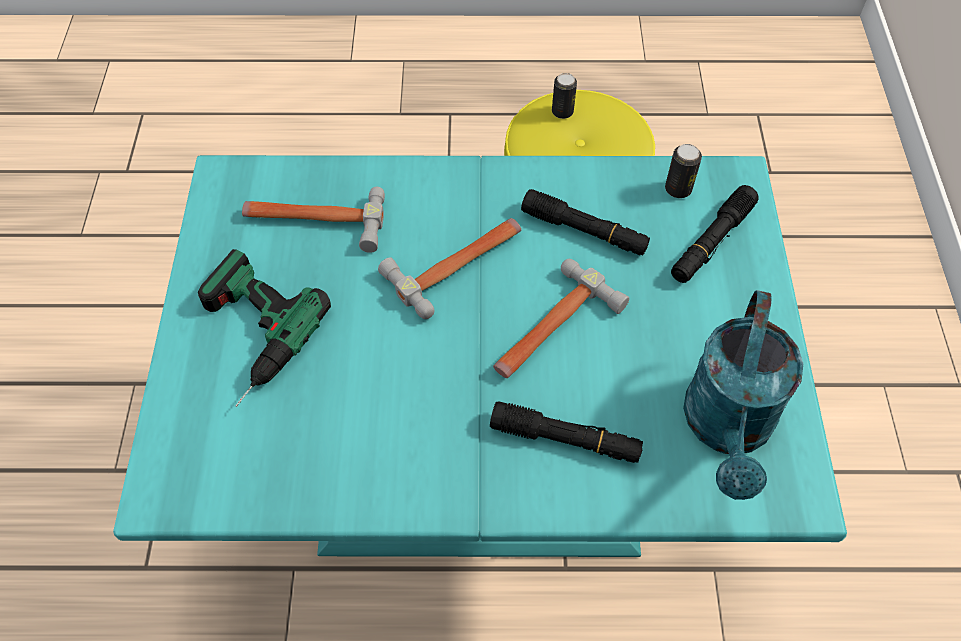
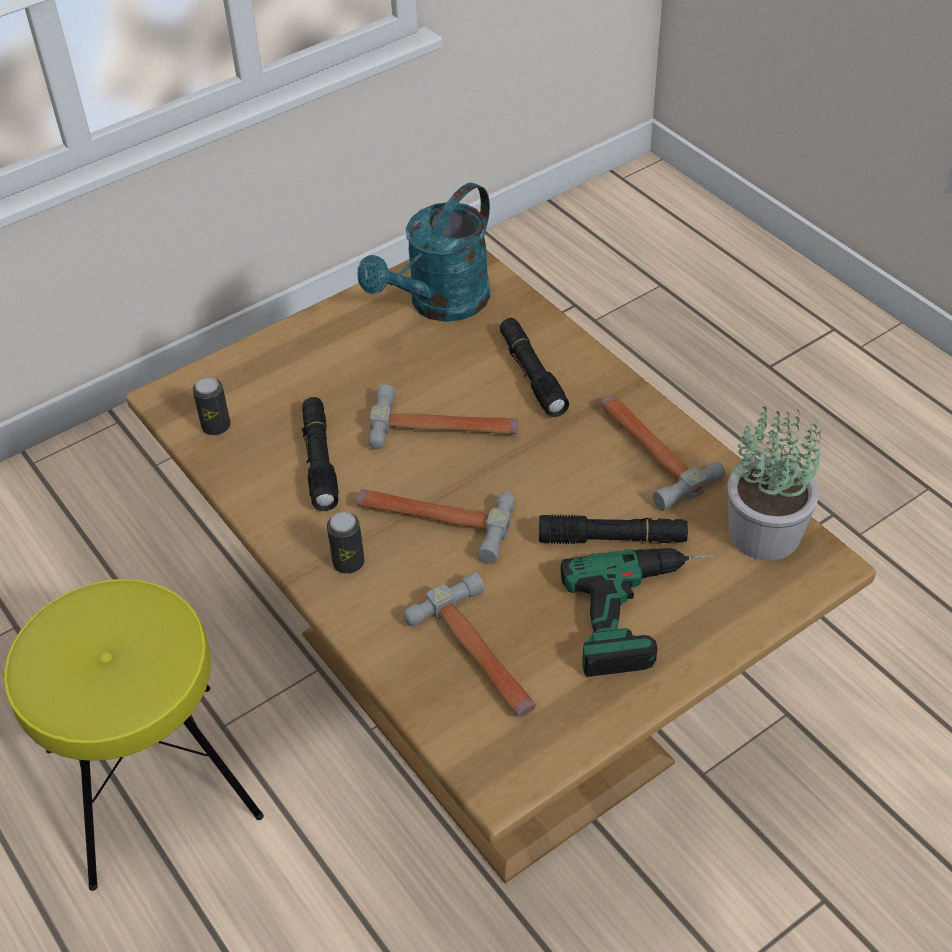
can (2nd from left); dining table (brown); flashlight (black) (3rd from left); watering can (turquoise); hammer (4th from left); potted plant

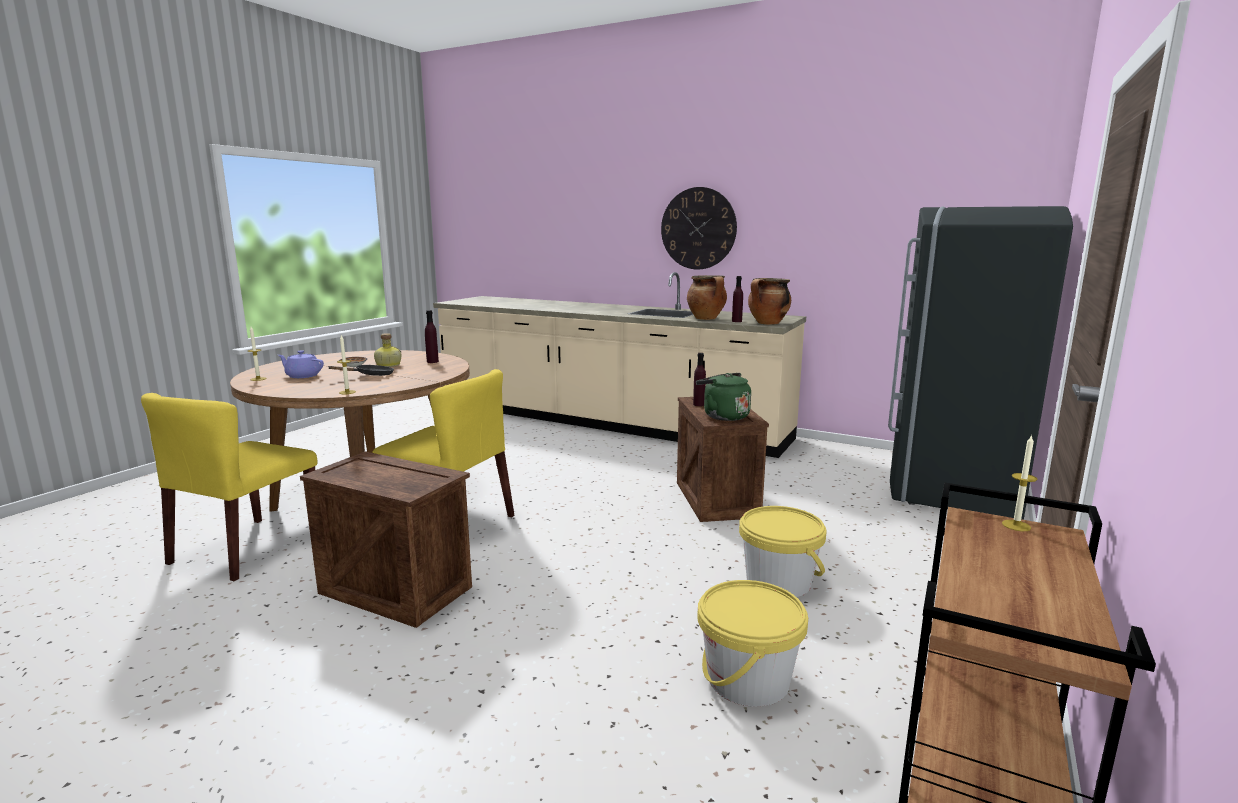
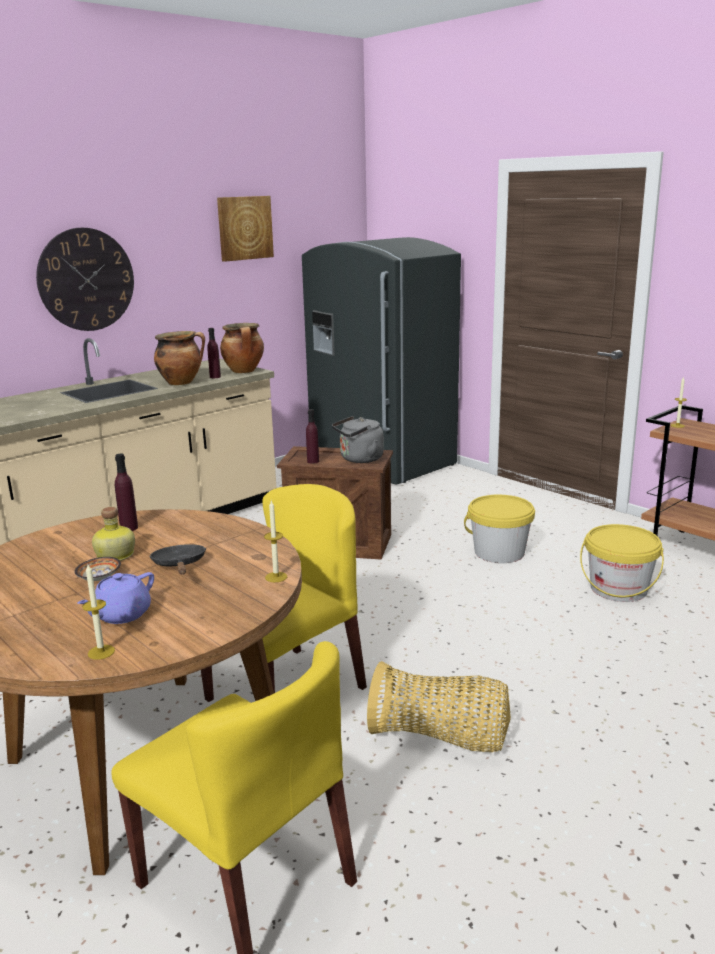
kettle (grey); basket; picture

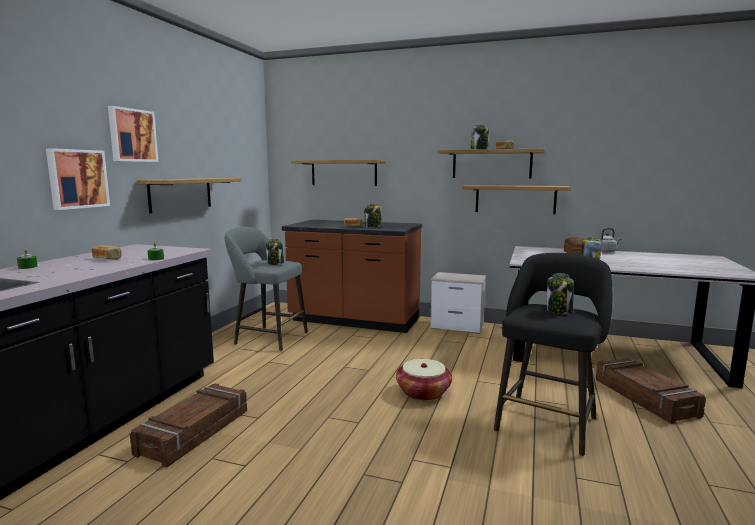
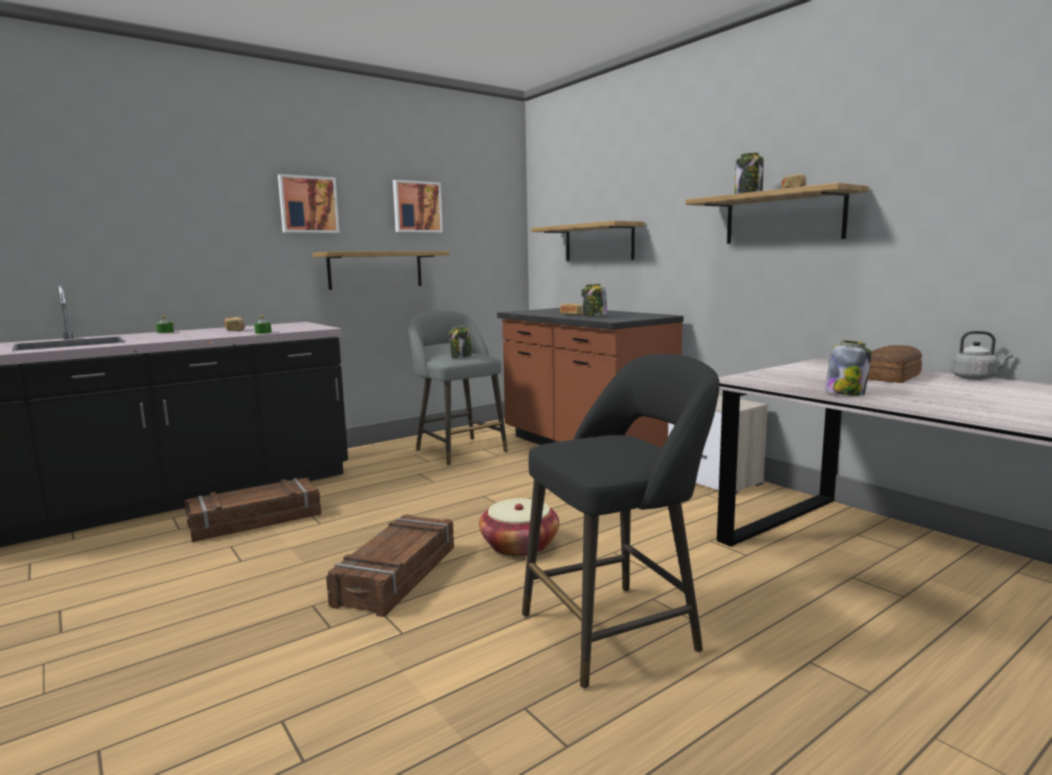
picture (2nd from left); shelf (4th from left in the first image); jar (4th from left in the first image); crate (2nd from left)

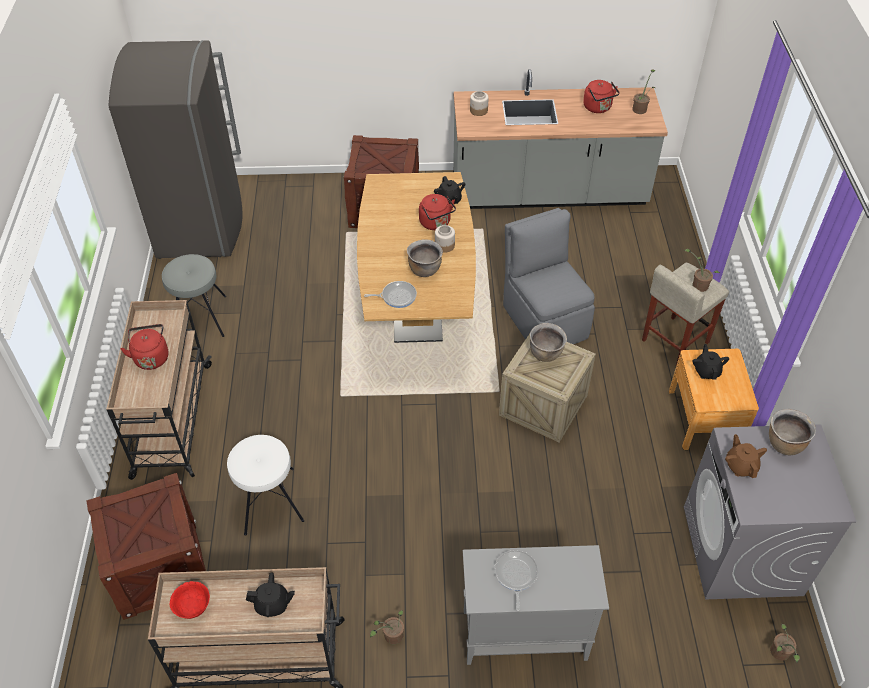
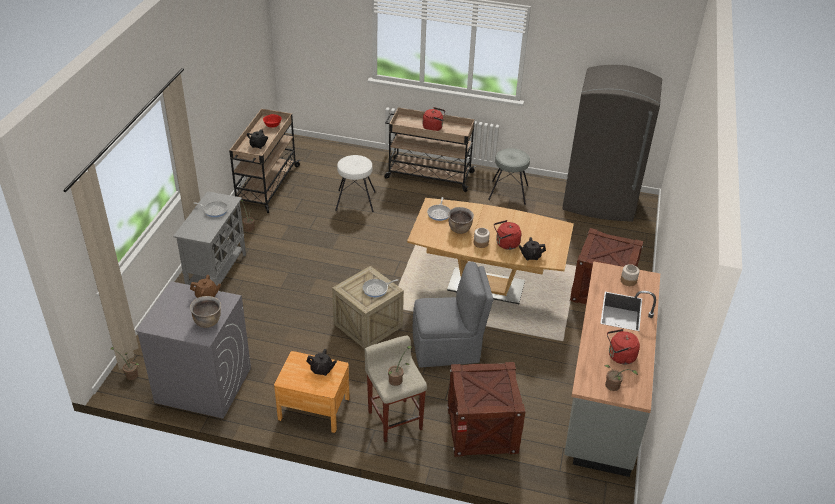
frying pan (2nd from left); crate (2nd from left)

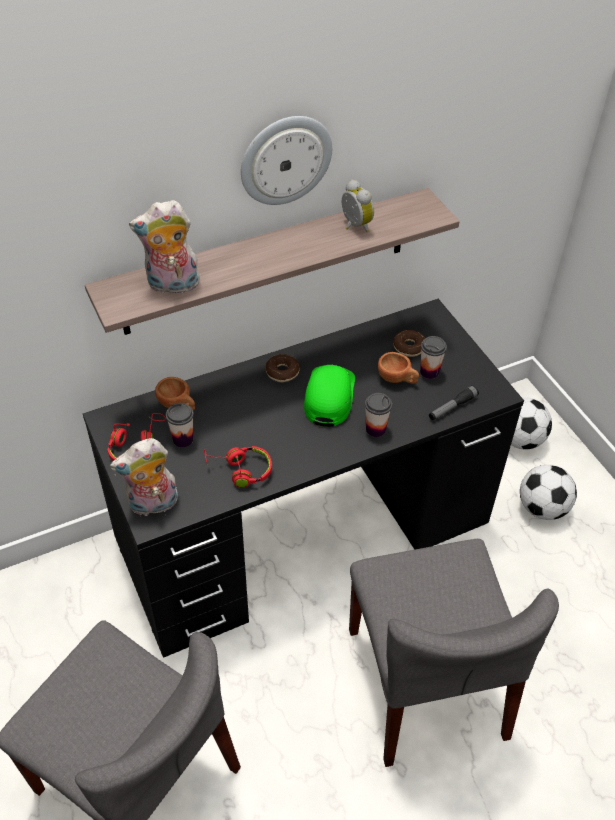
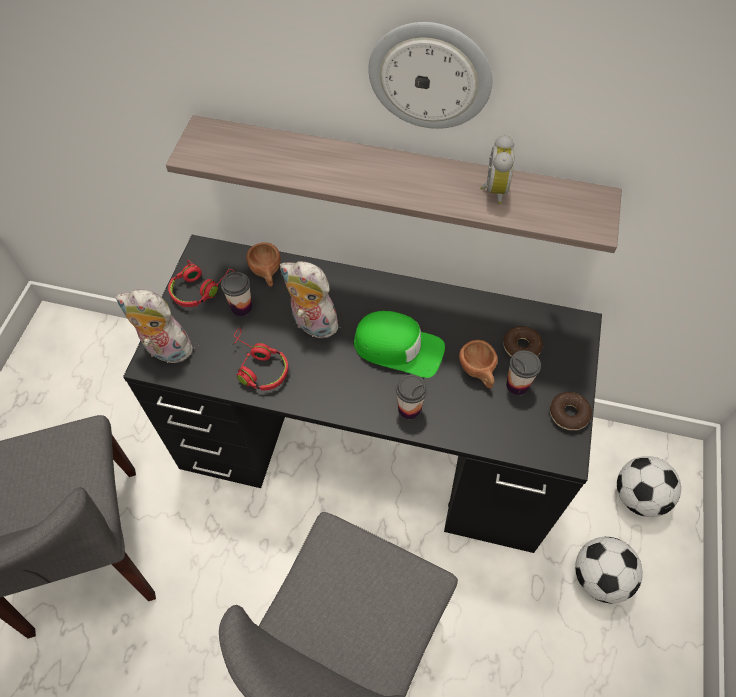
plush toy (2nd from left); donut (2nd from left); cap (green); flashlight

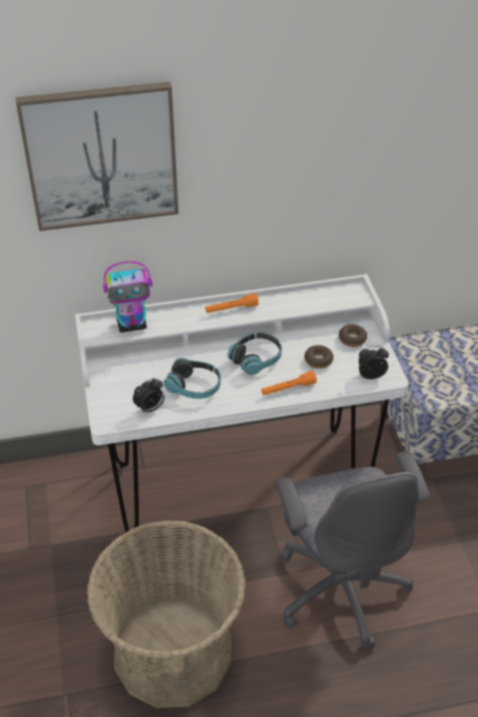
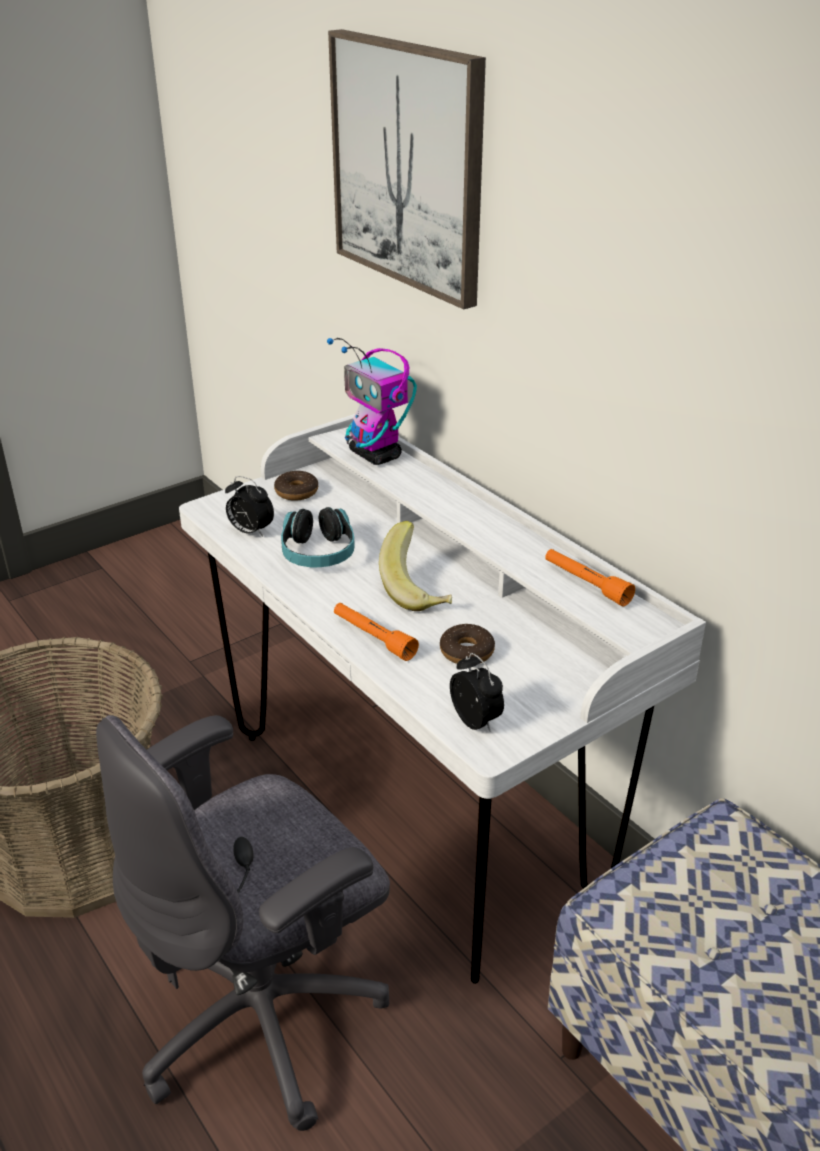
flashlight (orange) (2nd from left); donut (1st from left); banana

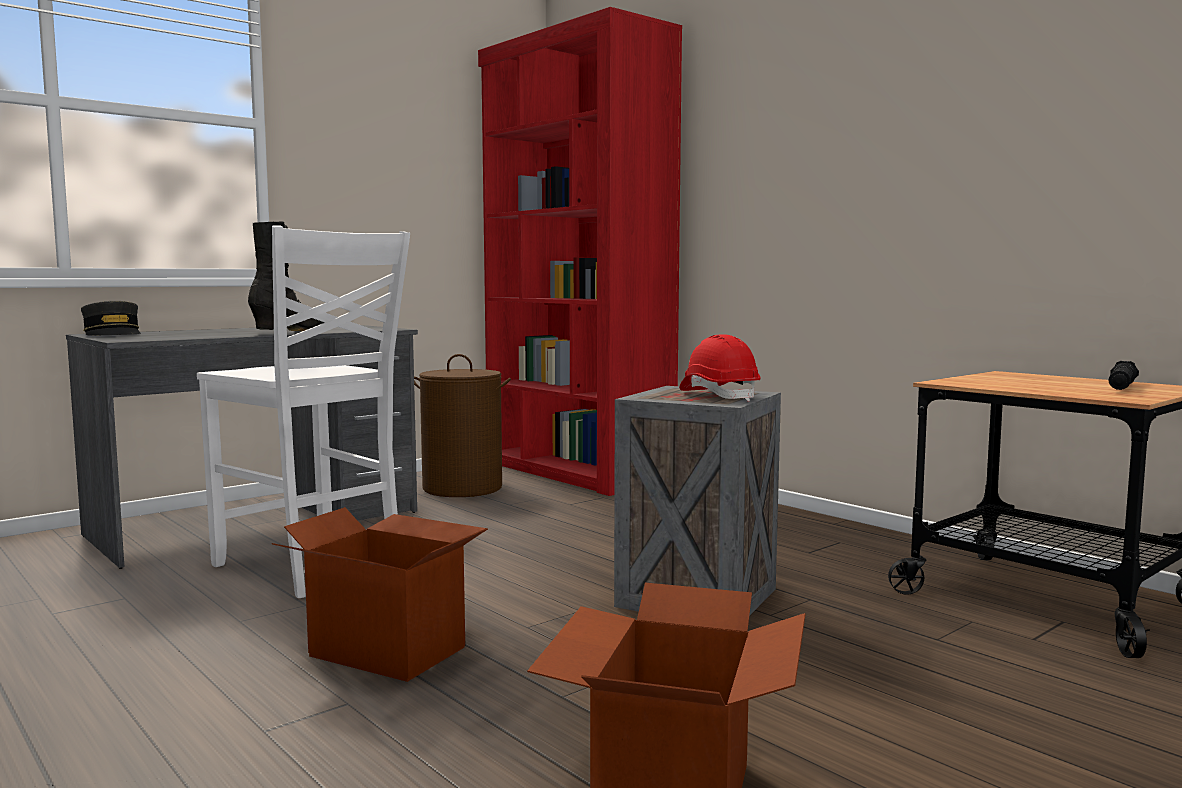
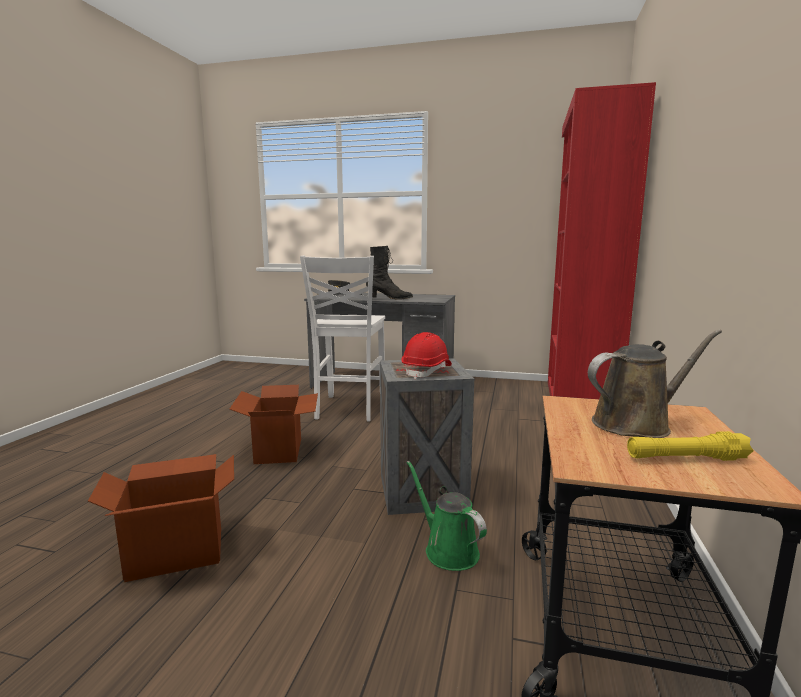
laundry basket (brown); flashlight (yellow); watering can (brown); watering can (green)

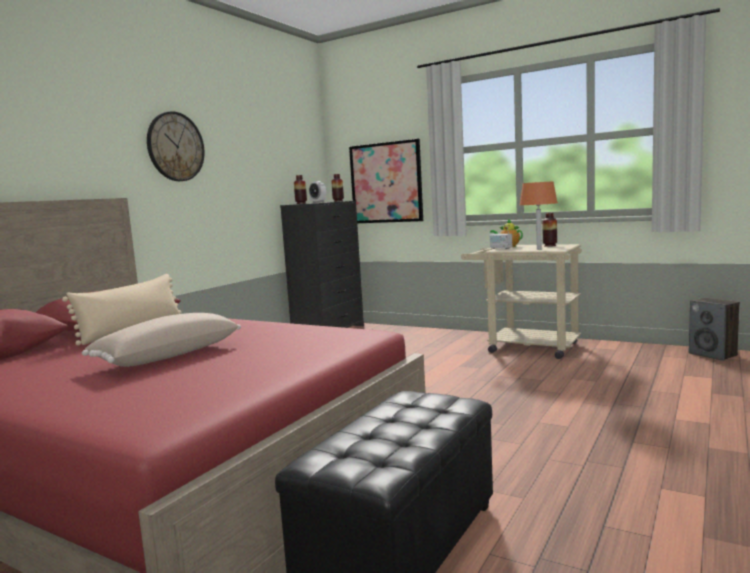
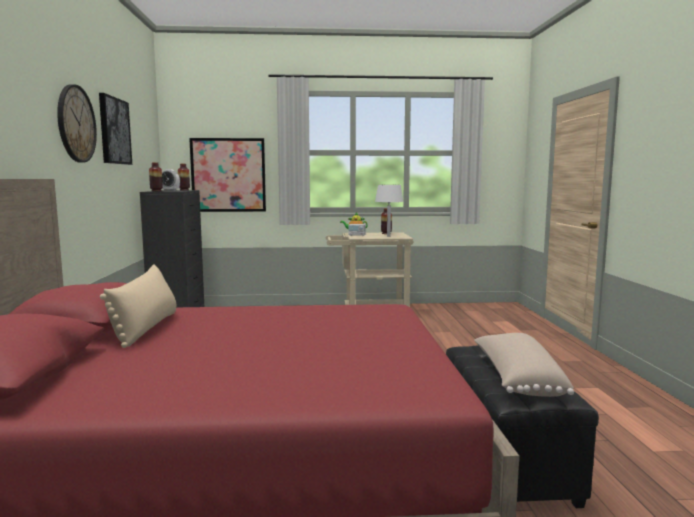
table lamp (white); speaker; pillow (beige) (2nd from left); picture (1st from left)

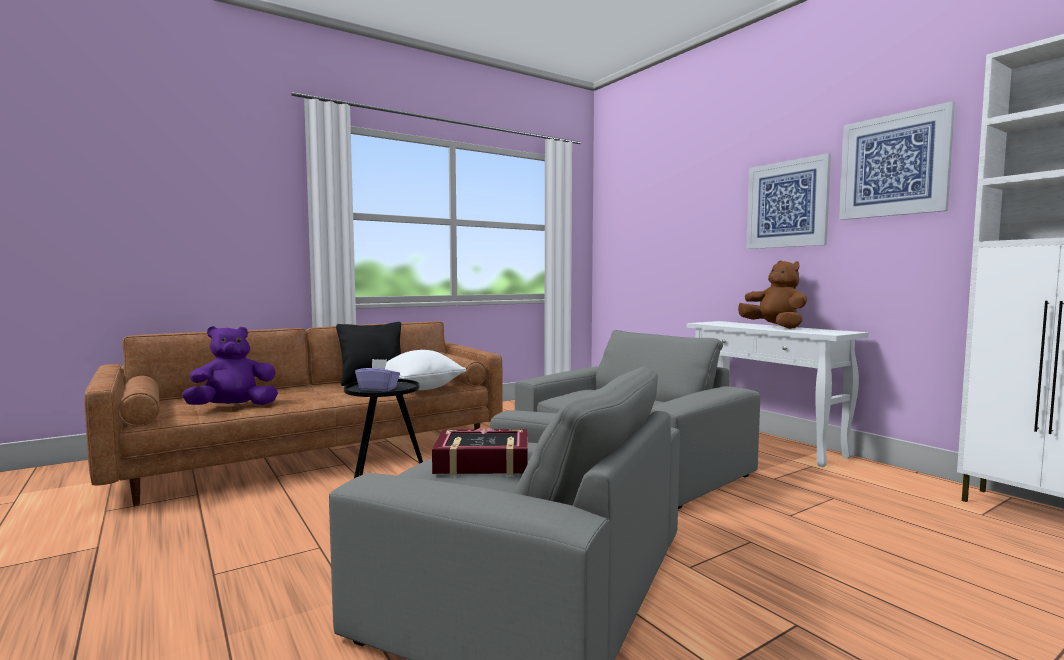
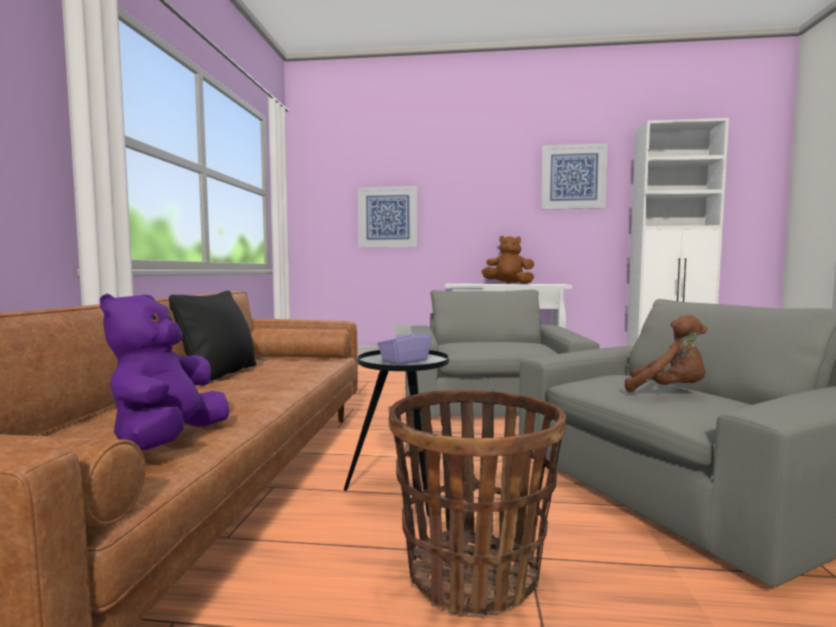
picture (1st from left); pillow (white); plush toy (brown) (2nd from left); basket

